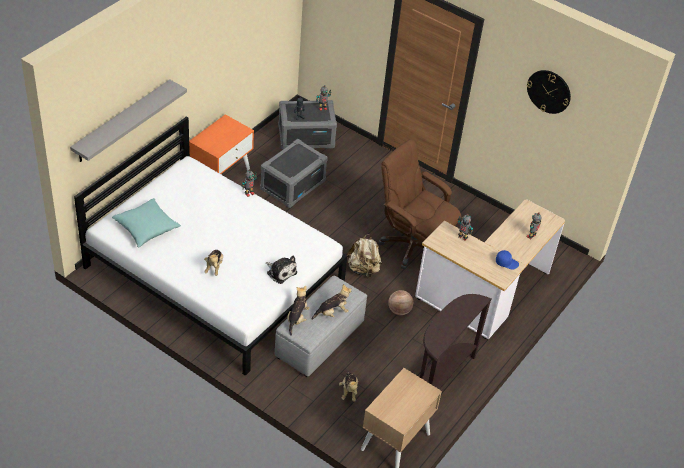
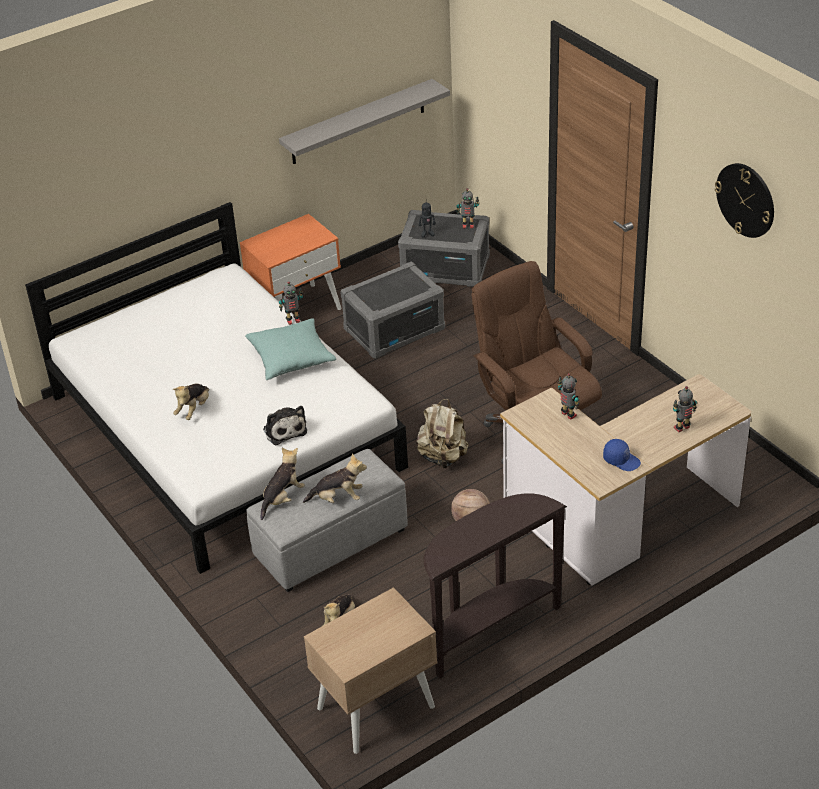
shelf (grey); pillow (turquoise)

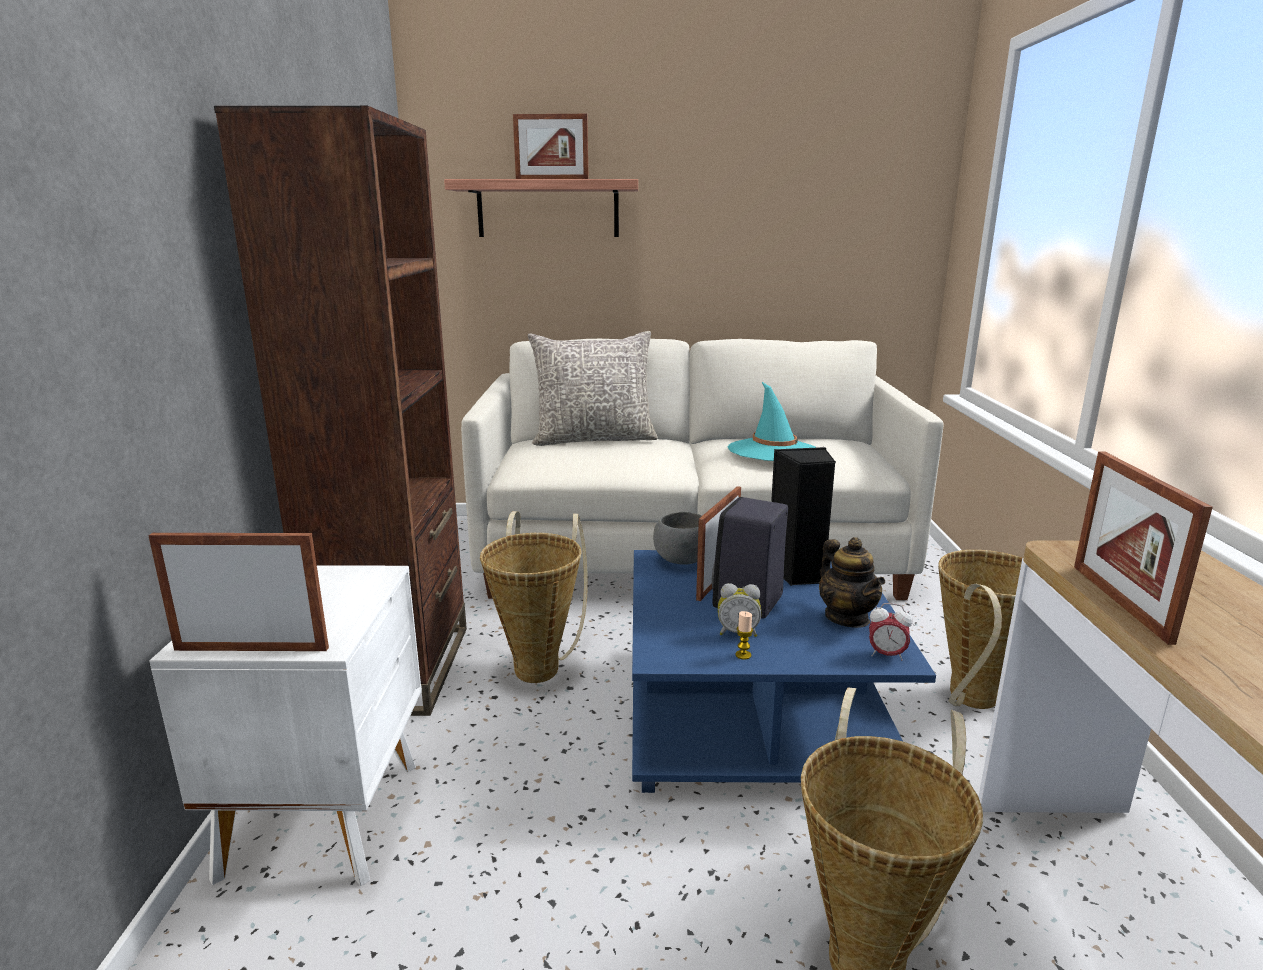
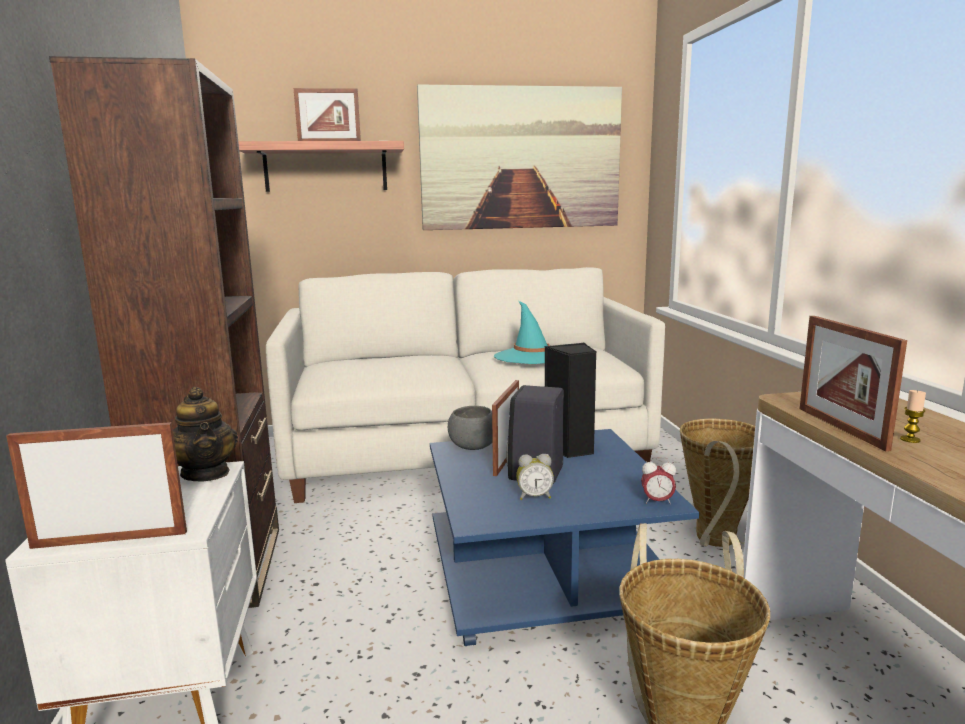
pillow (grey); basket (1st from left in the first image); teapot; candle; picture

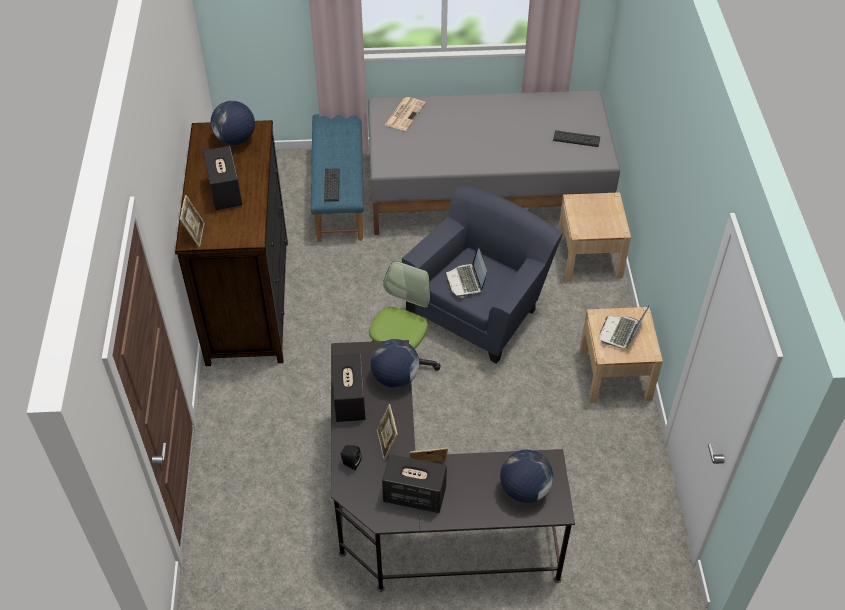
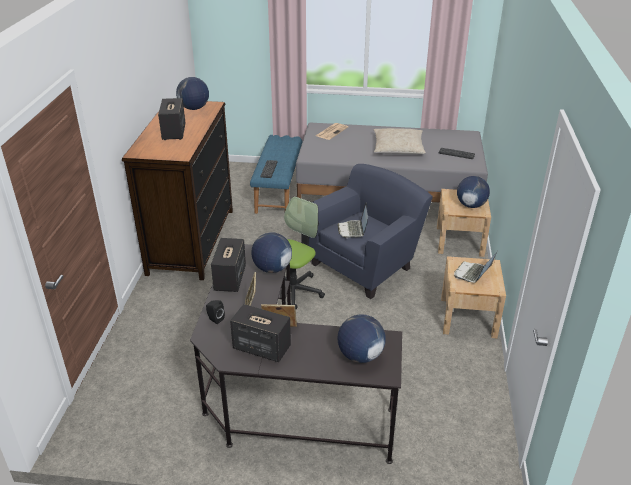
picture frame (1st from left in the first image); pillow (beige); globe (4th from left)

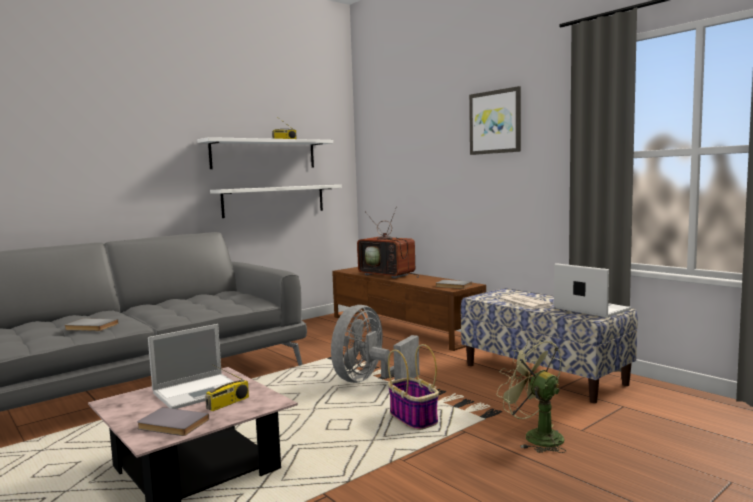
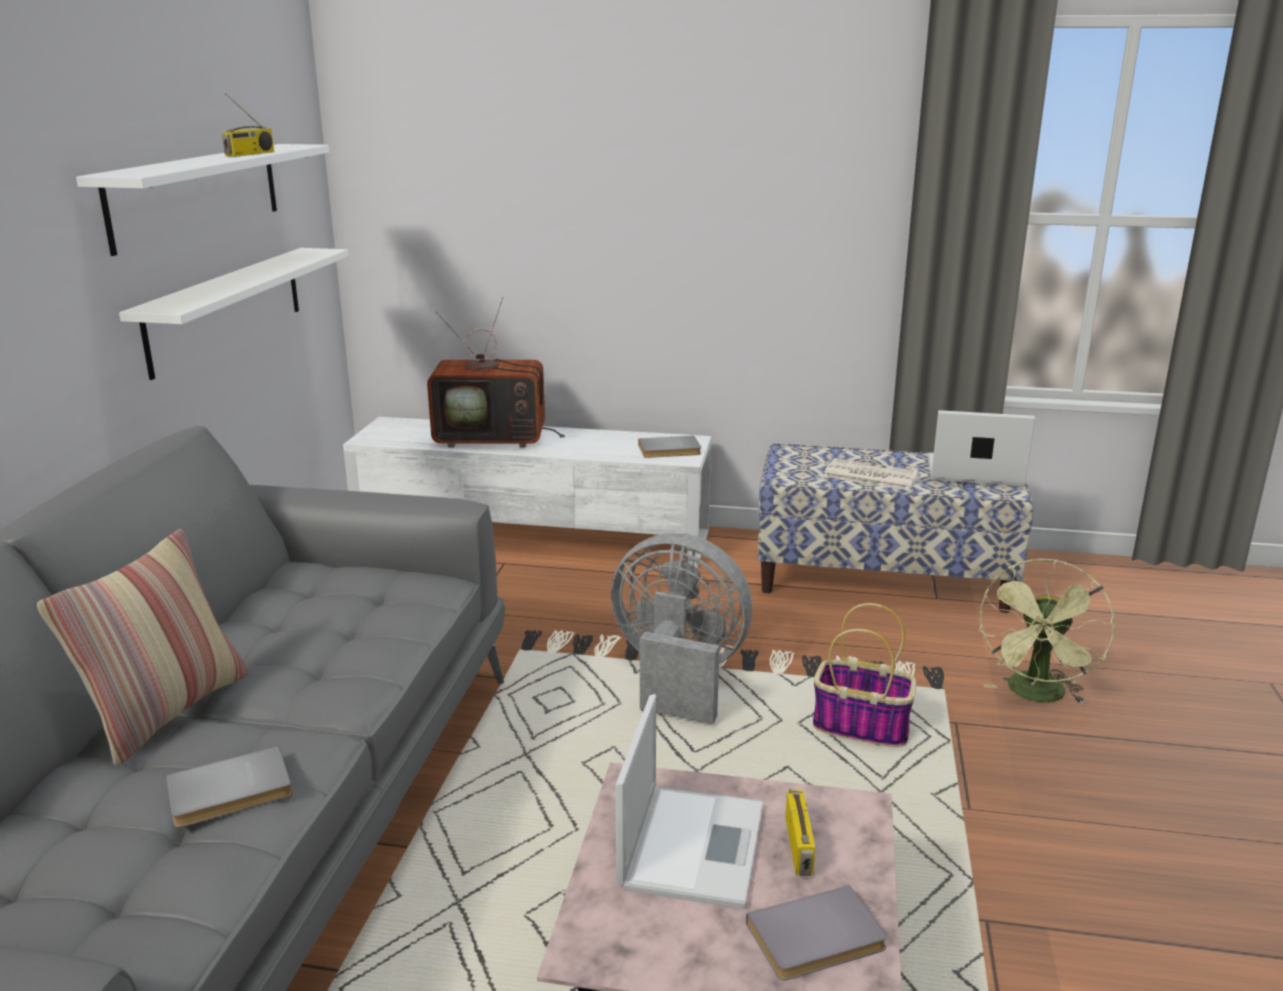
picture; tv stand (white); fan (grey); fan (green); pillow

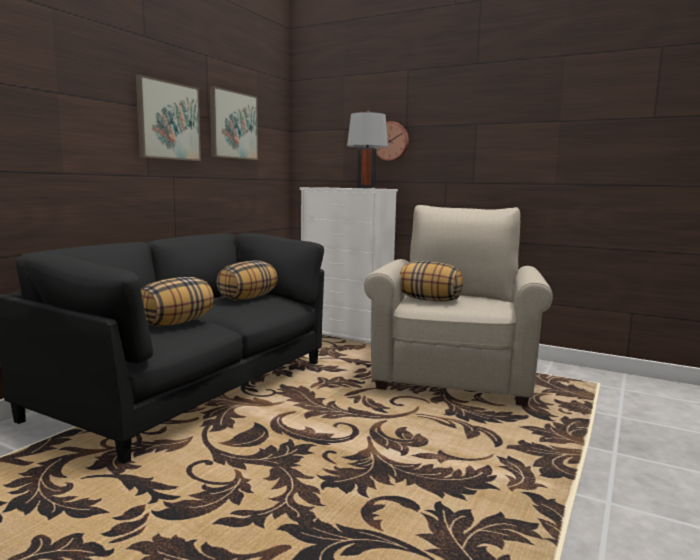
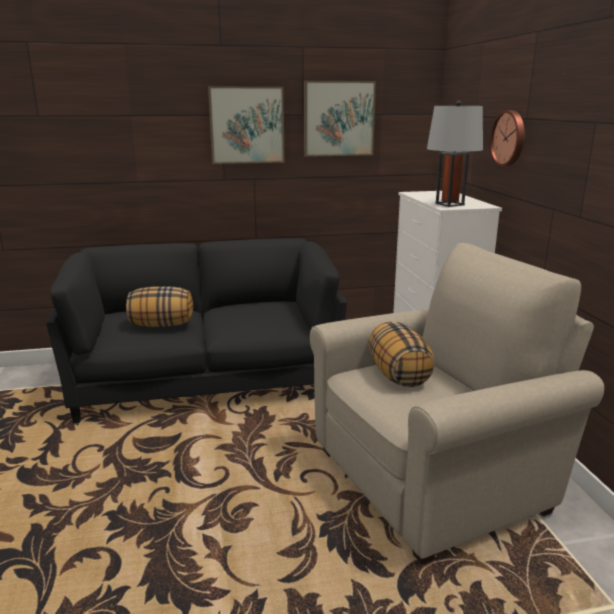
pillow (2nd from left in the first image)

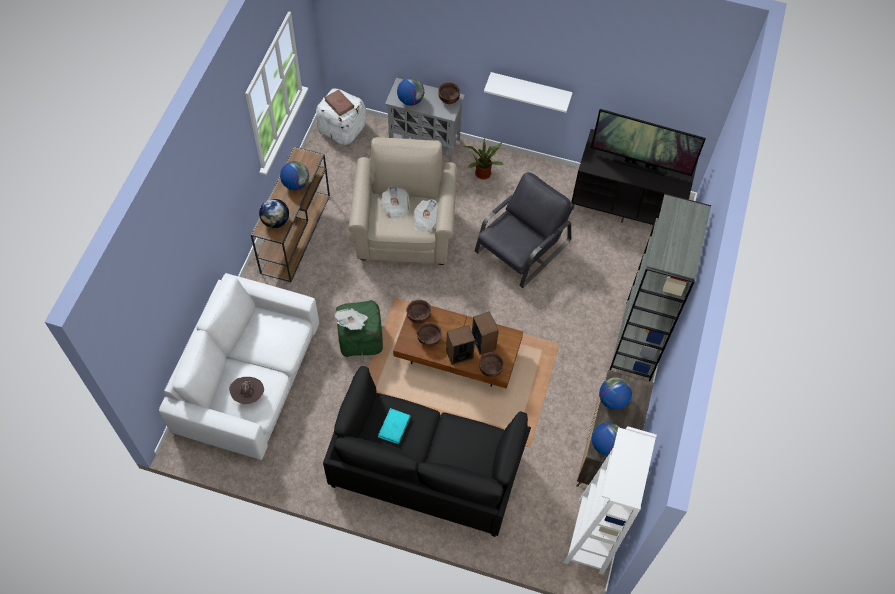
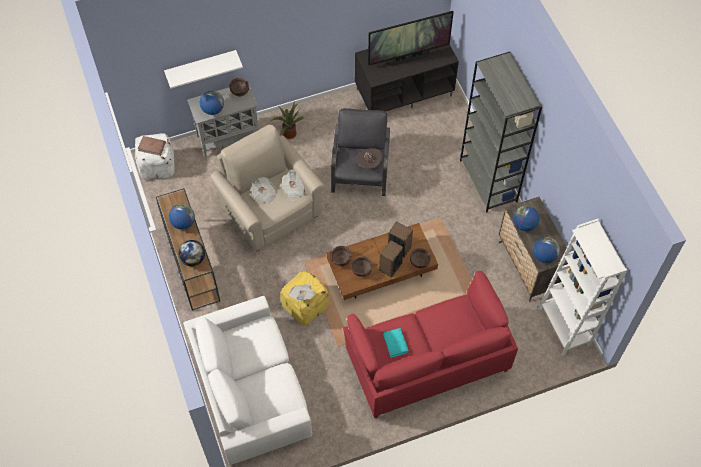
shelf (white); ottoman (yellow); sofa (red); hat (brown)

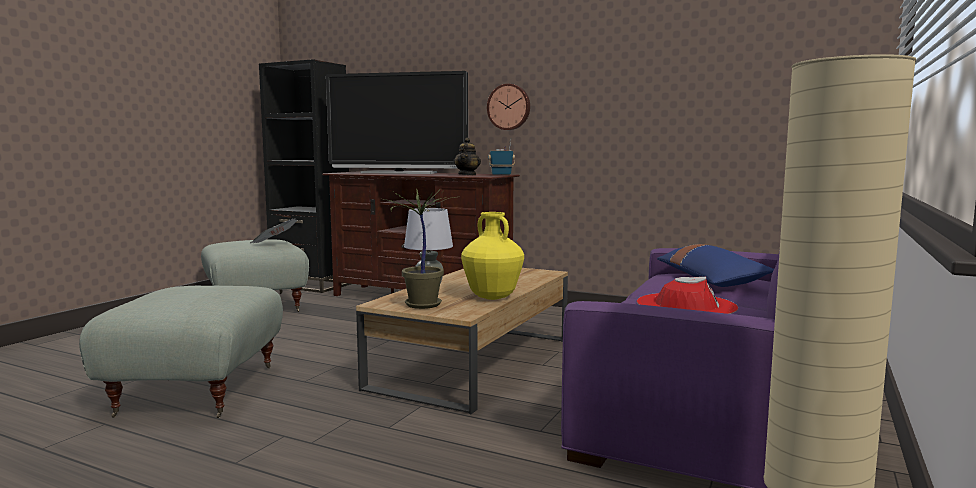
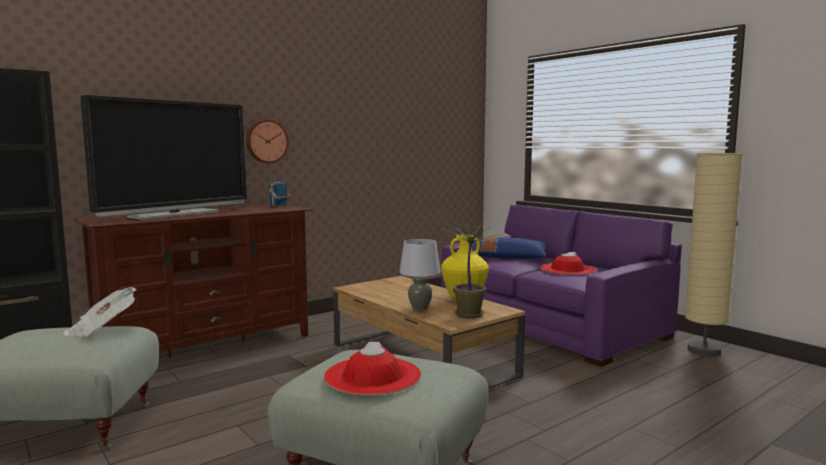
teapot; hat (red) (1st from left)

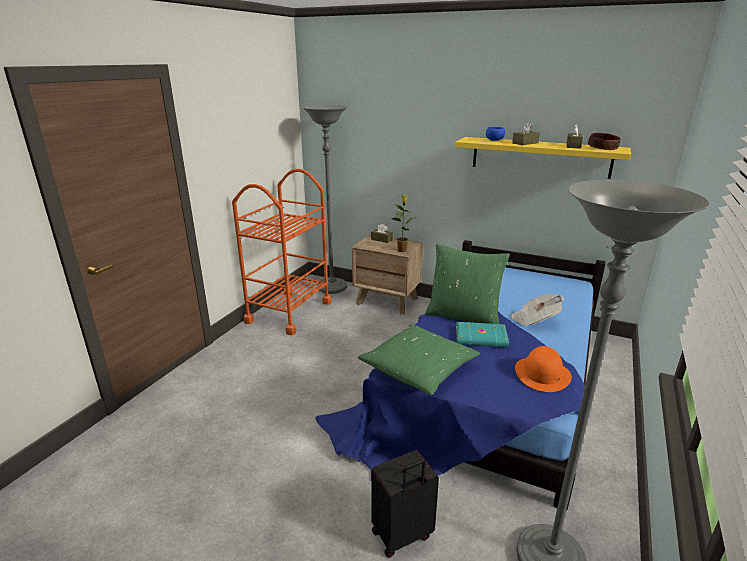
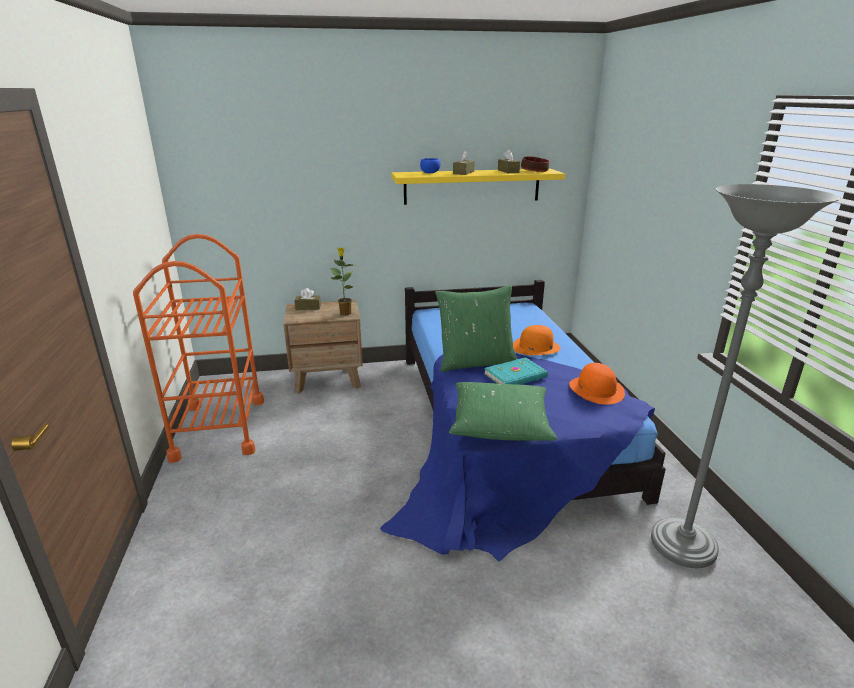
floor lamp (grey) (1st from left in the first image); hat (orange) (1st from left); suitcase (black)

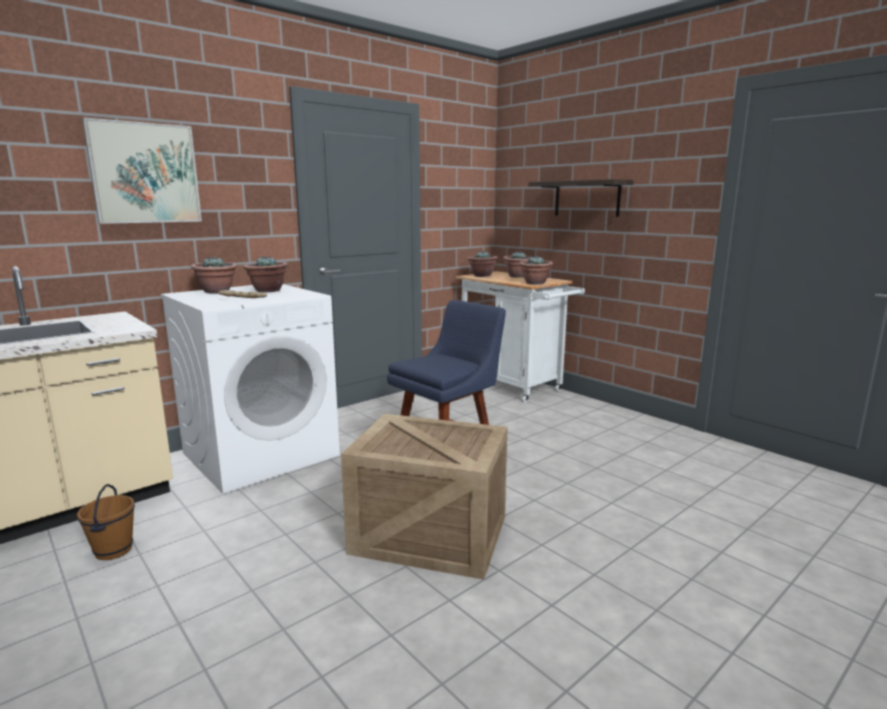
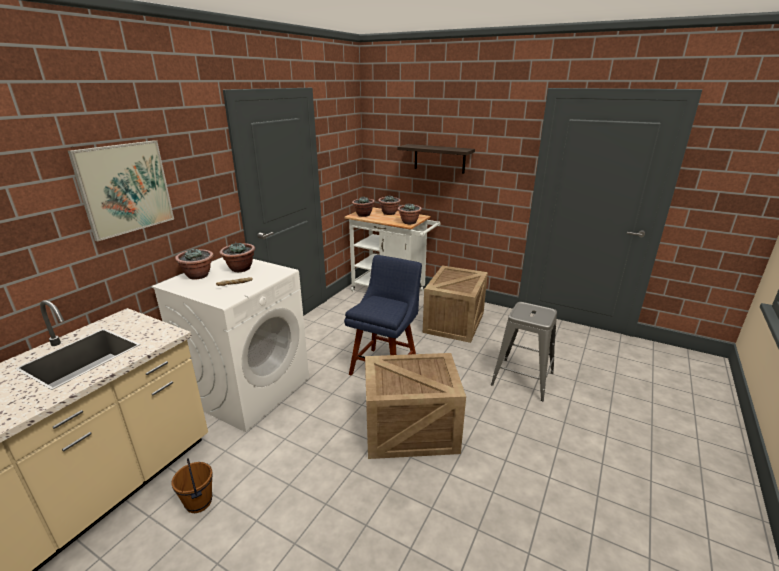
crate (2nd from left); stool (grey)

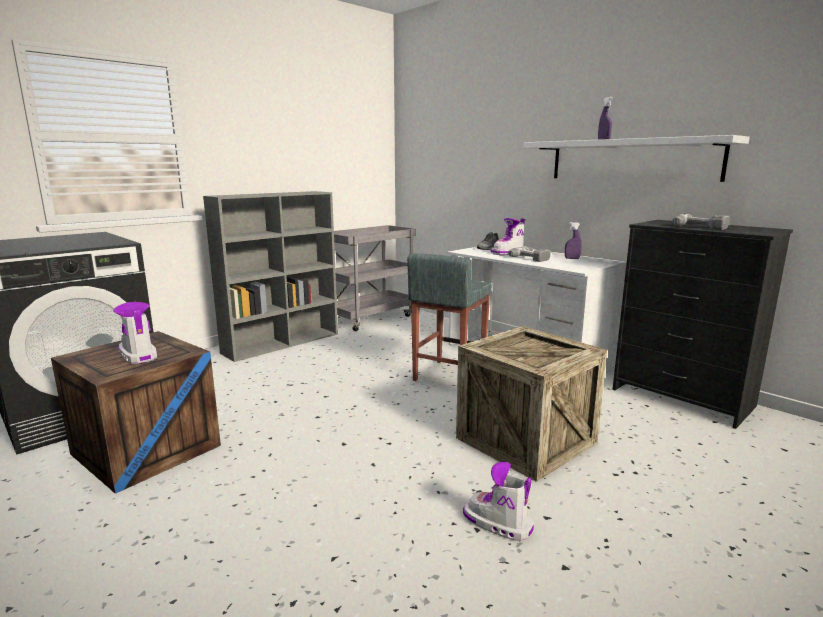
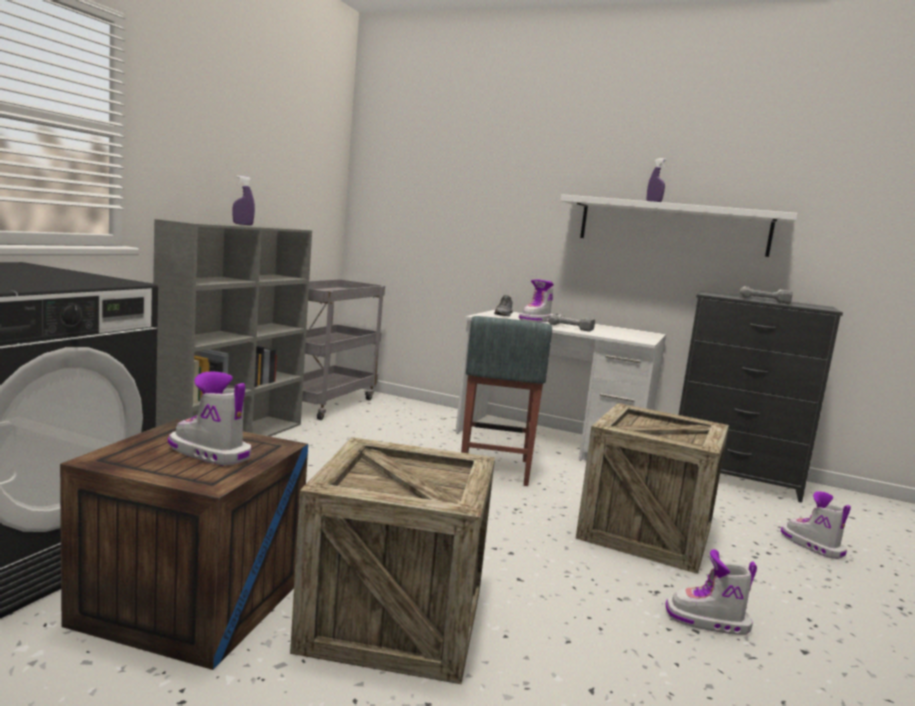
spray bottle (purple) (1st from left); crate (2nd from left); boot (4th from left)

